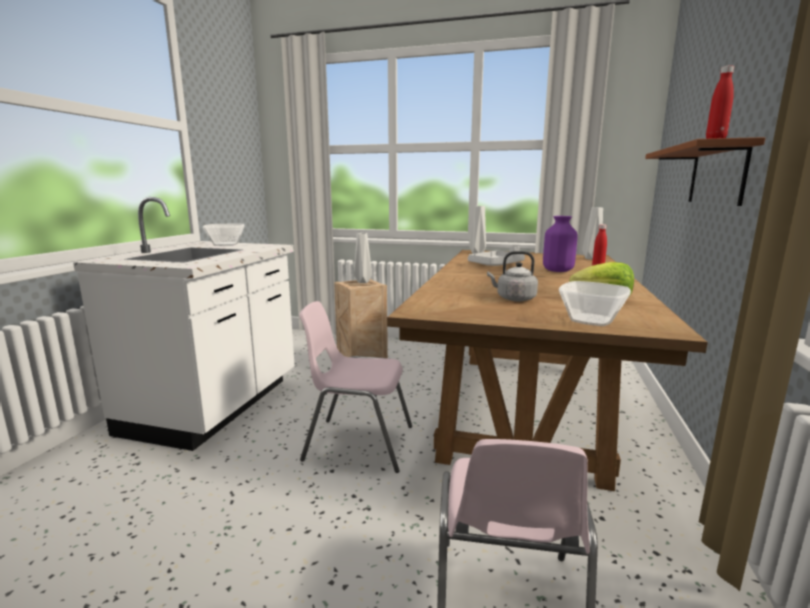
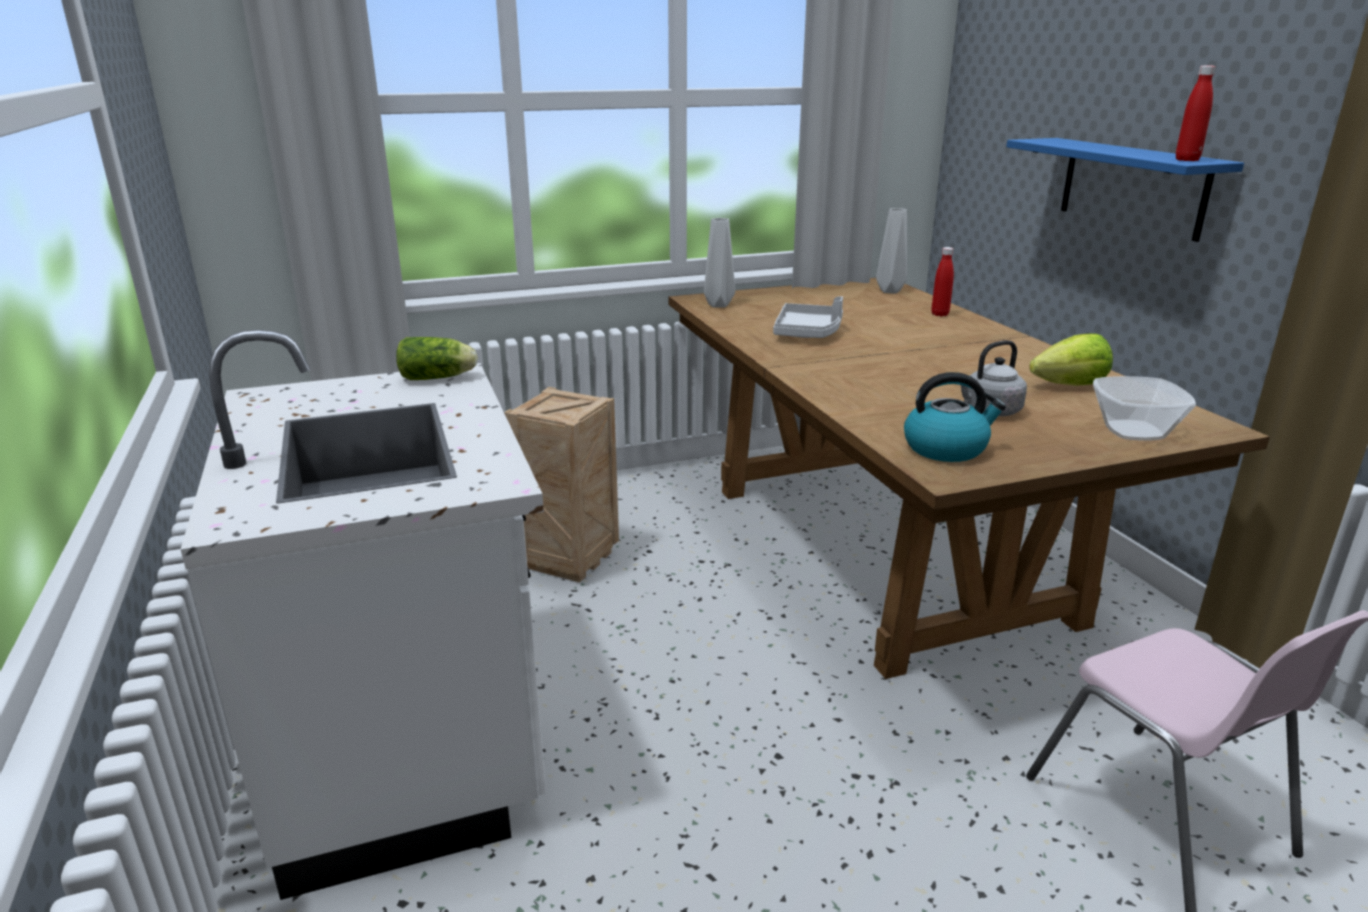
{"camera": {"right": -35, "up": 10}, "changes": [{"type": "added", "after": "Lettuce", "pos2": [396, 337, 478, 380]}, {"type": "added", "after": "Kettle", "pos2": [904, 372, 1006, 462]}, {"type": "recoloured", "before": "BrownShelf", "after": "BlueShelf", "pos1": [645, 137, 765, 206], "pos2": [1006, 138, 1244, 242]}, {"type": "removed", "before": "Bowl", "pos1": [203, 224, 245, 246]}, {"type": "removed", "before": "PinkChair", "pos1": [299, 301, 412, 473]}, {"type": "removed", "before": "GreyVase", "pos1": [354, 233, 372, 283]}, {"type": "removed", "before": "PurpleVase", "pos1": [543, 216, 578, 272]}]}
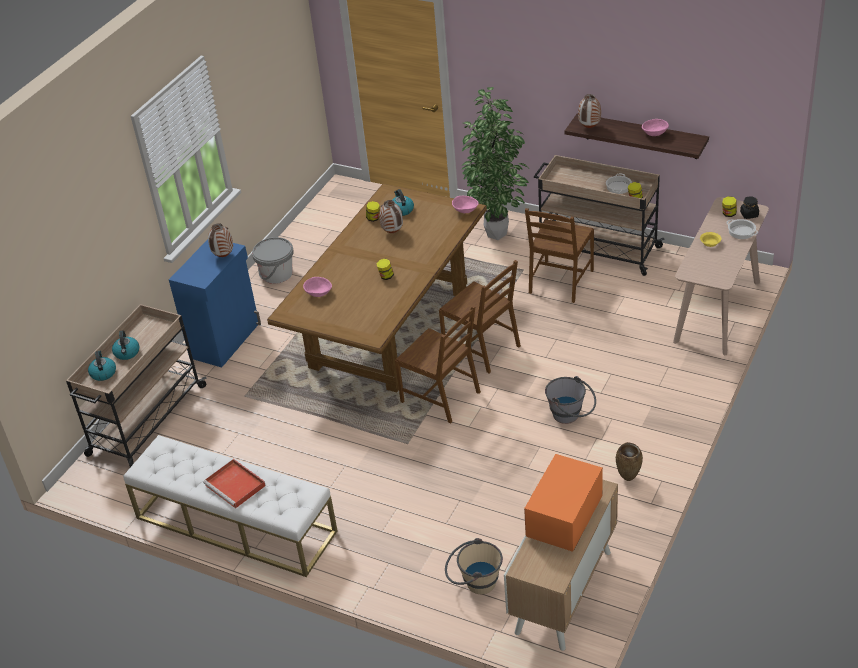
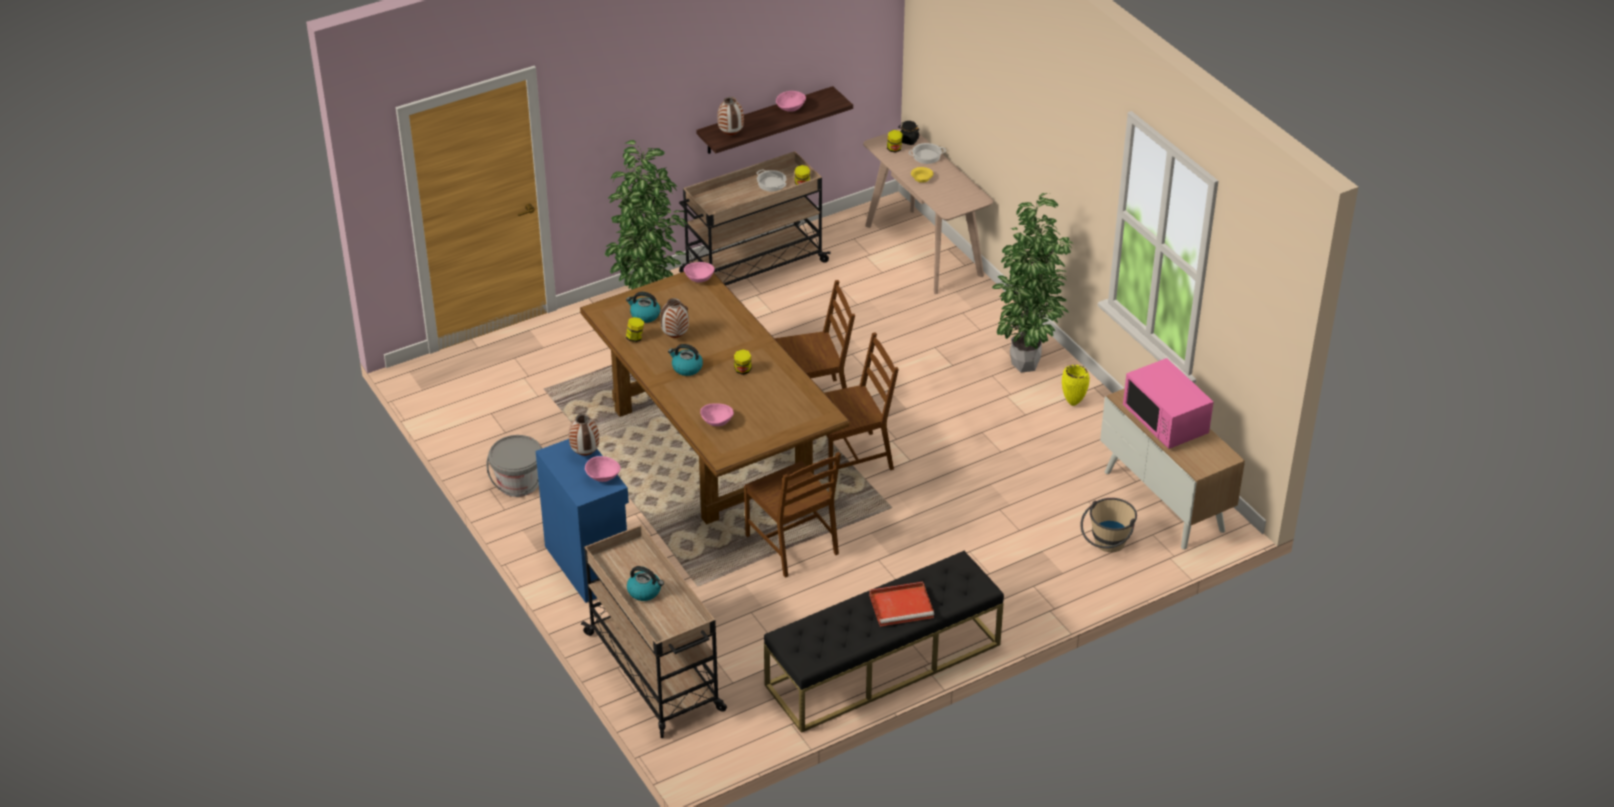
{"camera": {"right": -60, "up": 0}, "changes": [{"type": "added", "after": "PinkBowl", "pos2": [585, 456, 621, 482]}, {"type": "moved", "before": "Kettle", "pos1": [88, 351, 116, 381], "pos2": [668, 344, 703, 376]}, {"type": "moved", "before": "BrownChair", "pos1": [525, 208, 594, 303], "pos2": [744, 452, 841, 578]}, {"type": "recoloured", "before": "WhiteBench", "after": "BlackBench", "pos1": [123, 435, 337, 577], "pos2": [764, 551, 1004, 733]}, {"type": "added", "after": "PottedPlant", "pos2": [992, 193, 1073, 373]}, {"type": "recoloured", "before": "BrownVase", "after": "YellowVase", "pos1": [616, 442, 643, 481], "pos2": [1062, 365, 1090, 406]}, {"type": "recoloured", "before": "OrangeMicrowave", "after": "PinkMicrowave", "pos1": [524, 454, 603, 552], "pos2": [1123, 358, 1214, 449]}, {"type": "removed", "before": "GreyBucket", "pos1": [545, 376, 596, 424]}]}
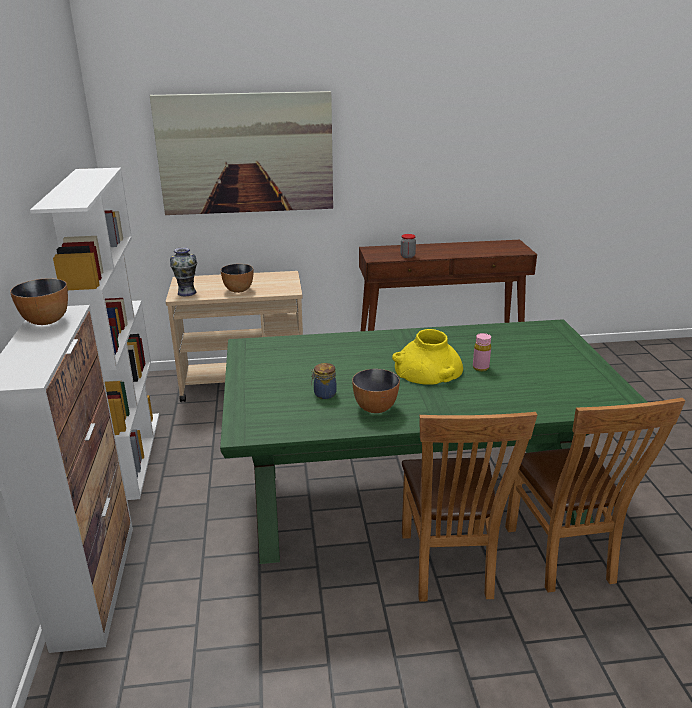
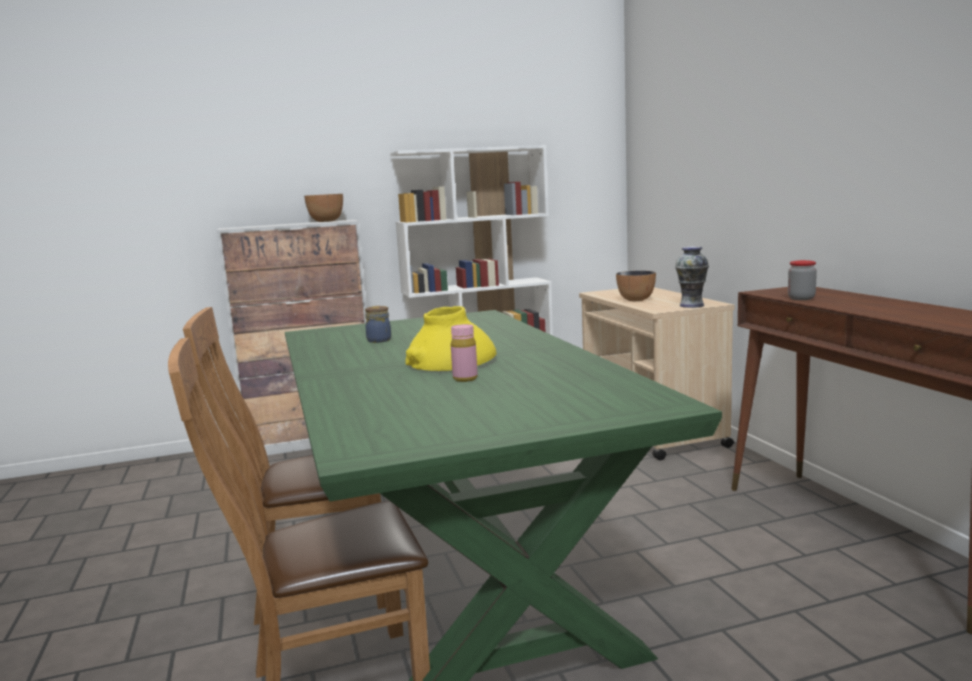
{"camera": {"right": 80, "up": -15}, "changes": [{"type": "moved", "before": "Vase", "pos1": [170, 247, 197, 296], "pos2": [675, 246, 709, 308]}, {"type": "removed", "before": "Picture", "pos1": [150, 91, 333, 215]}, {"type": "removed", "before": "Bowl", "pos1": [352, 369, 400, 413]}]}
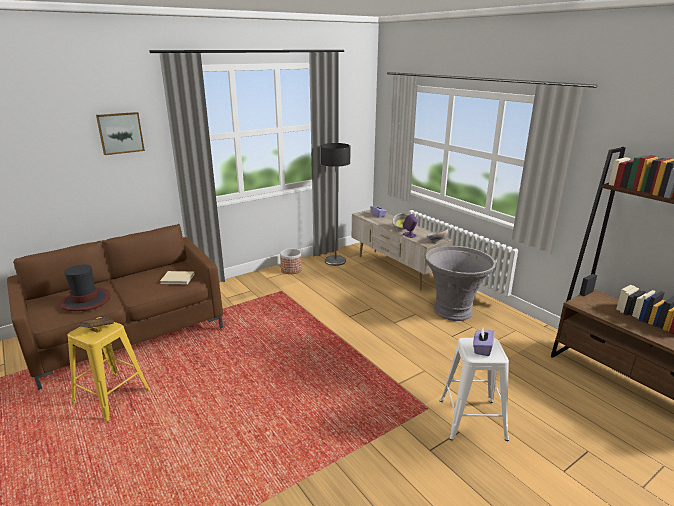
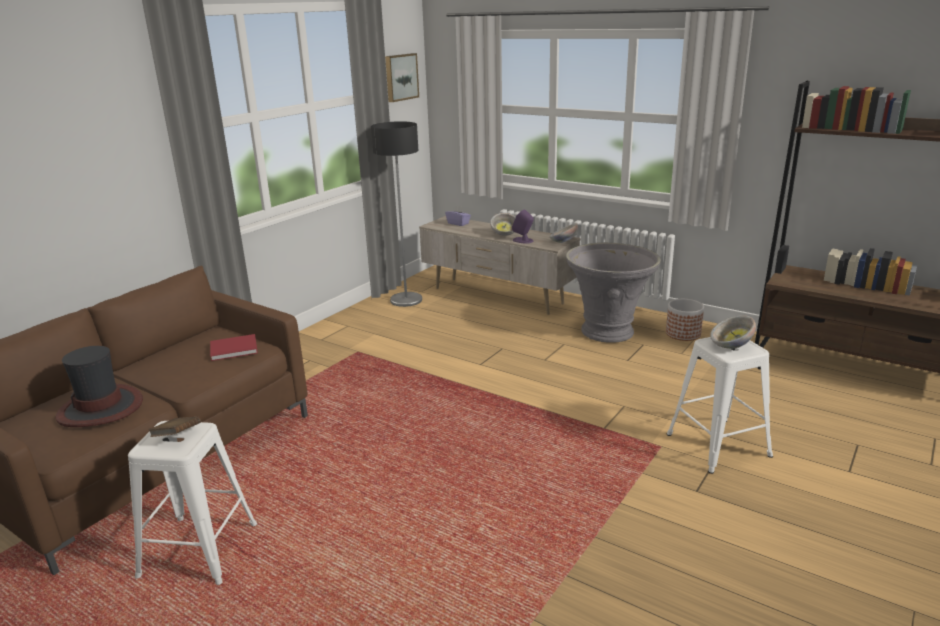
{"camera": {"right": -20, "up": 0}, "changes": [{"type": "recoloured", "before": "YellowStool", "after": "WhiteStool", "pos1": [68, 317, 150, 422], "pos2": [128, 421, 257, 585]}, {"type": "recoloured", "before": "BeigeBook", "after": "RedBook", "pos1": [160, 271, 195, 284], "pos2": [210, 334, 258, 361]}, {"type": "moved", "before": "Picture", "pos1": [96, 112, 145, 155], "pos2": [385, 53, 419, 102]}, {"type": "moved", "before": "Planter", "pos1": [280, 249, 302, 274], "pos2": [666, 299, 704, 341]}, {"type": "replaced", "before": "PurpleTissueBox", "after": "Bowl", "pos1": [473, 328, 495, 356], "pos2": [710, 315, 756, 349]}]}
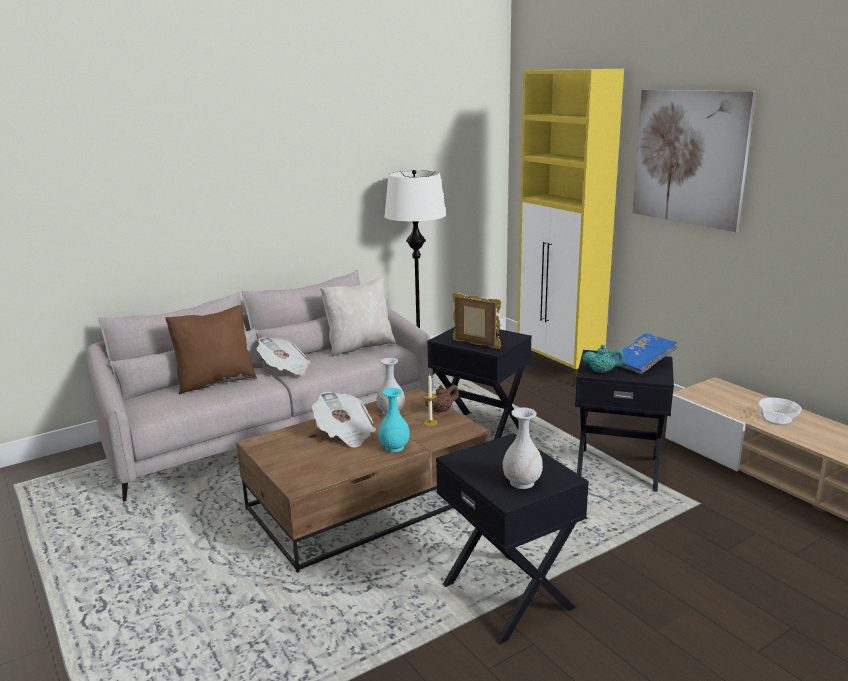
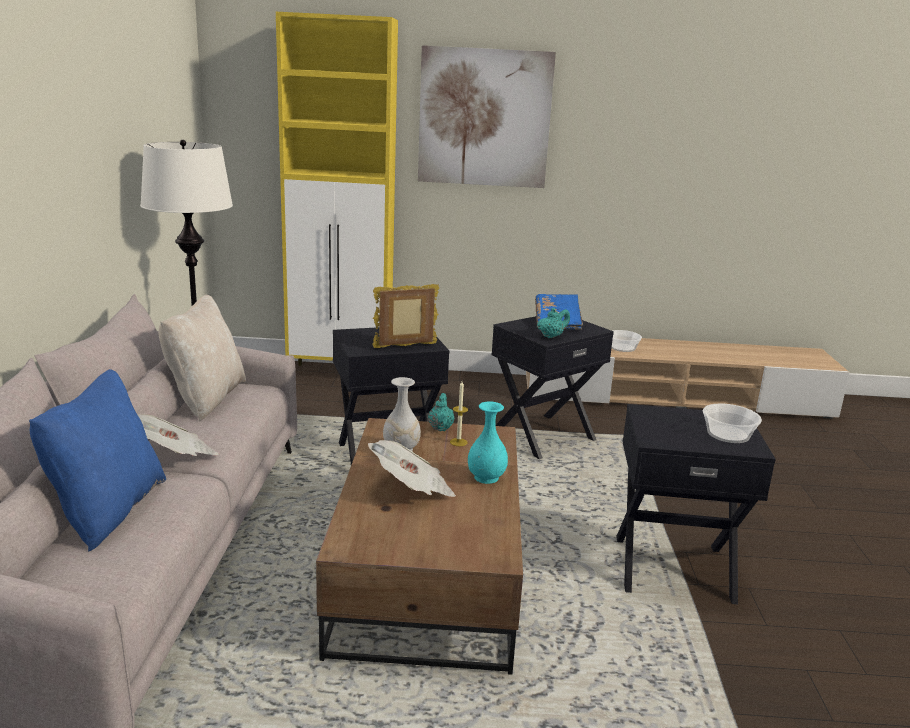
{"camera": {"right": -55, "up": 0}, "changes": [{"type": "recoloured", "before": "BrownPillow", "after": "BluePillow", "pos1": [165, 305, 257, 394], "pos2": [29, 369, 166, 552]}, {"type": "recoloured", "before": "BrownTeapot", "after": "TurquoiseTeapot", "pos1": [425, 385, 459, 413], "pos2": [428, 393, 455, 431]}, {"type": "replaced", "before": "WhiteVase", "after": "Bowl", "pos1": [503, 407, 543, 489], "pos2": [703, 403, 762, 443]}]}
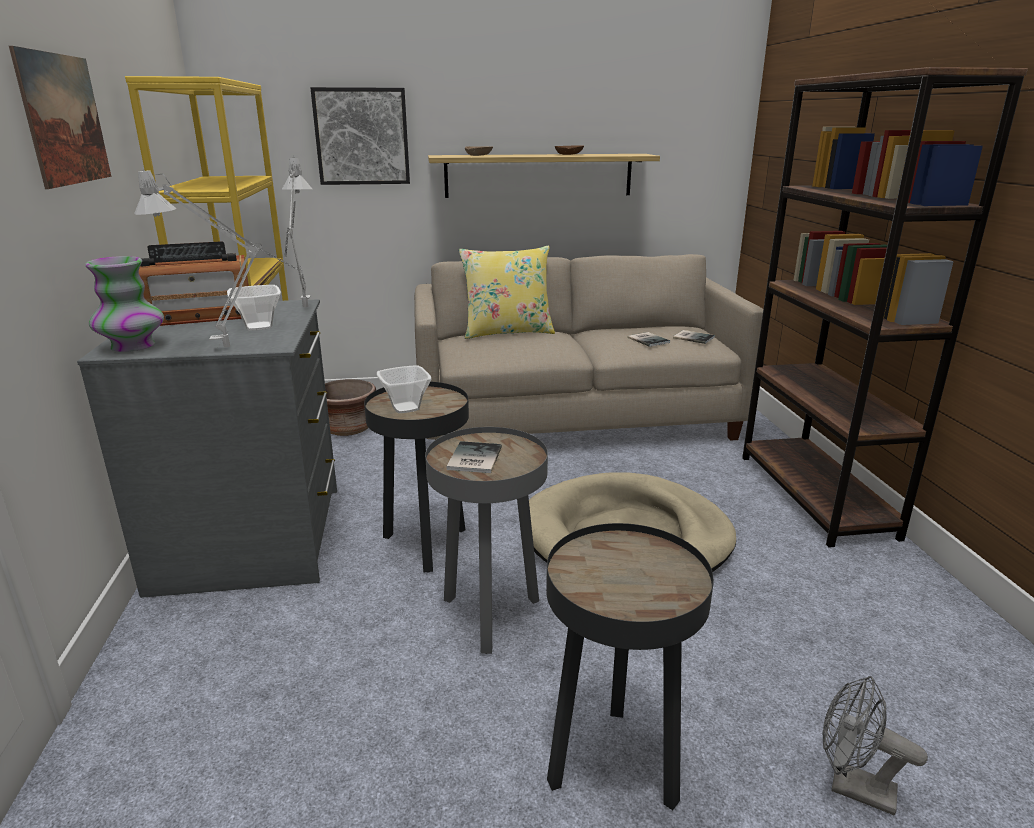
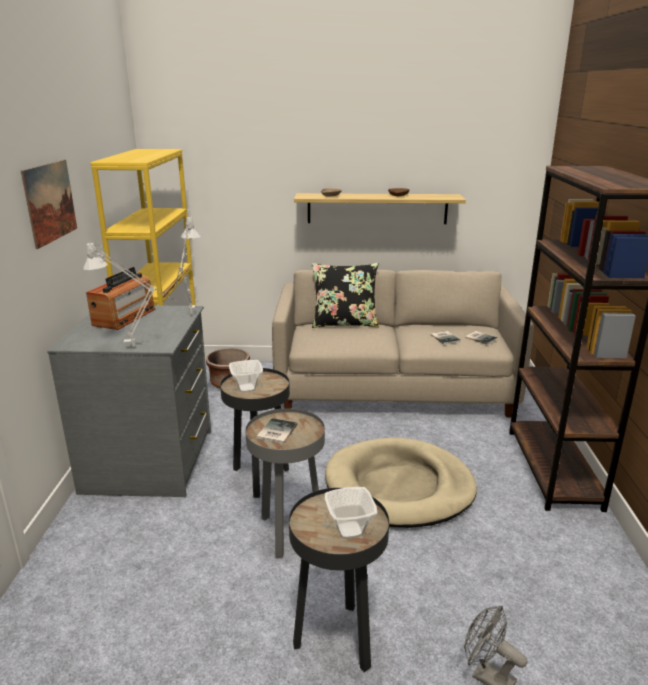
{"camera": {"right": 10, "up": 0}, "changes": [{"type": "turned", "before": "Radio", "pos1": [139, 241, 249, 326], "pos2": [86, 267, 155, 330], "turn": -60}, {"type": "recoloured", "before": "YellowPillow", "after": "BlackPillow", "pos1": [459, 246, 555, 339], "pos2": [312, 263, 379, 328]}, {"type": "moved", "before": "Bowl", "pos1": [227, 285, 281, 331], "pos2": [325, 487, 377, 539]}, {"type": "removed", "before": "Vase", "pos1": [85, 256, 164, 352]}, {"type": "removed", "before": "Picture", "pos1": [310, 87, 410, 185]}]}
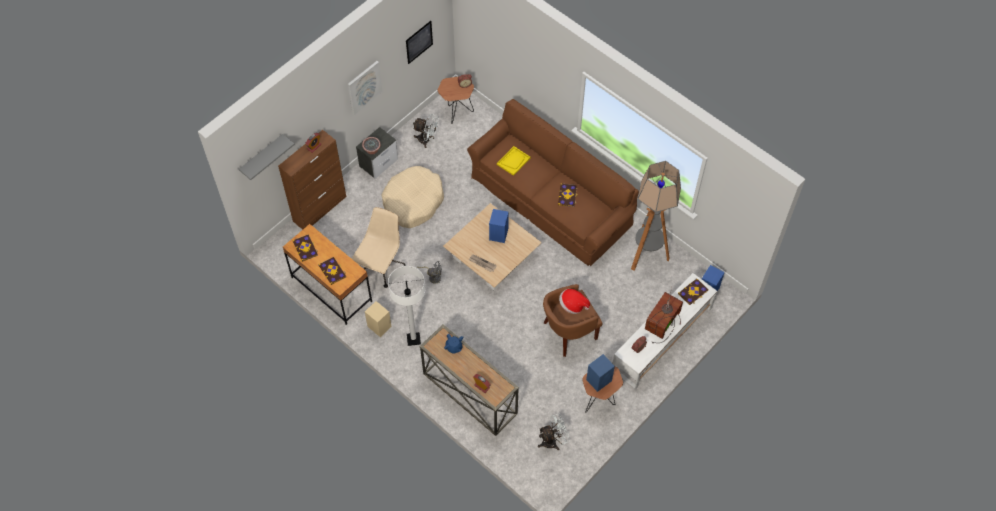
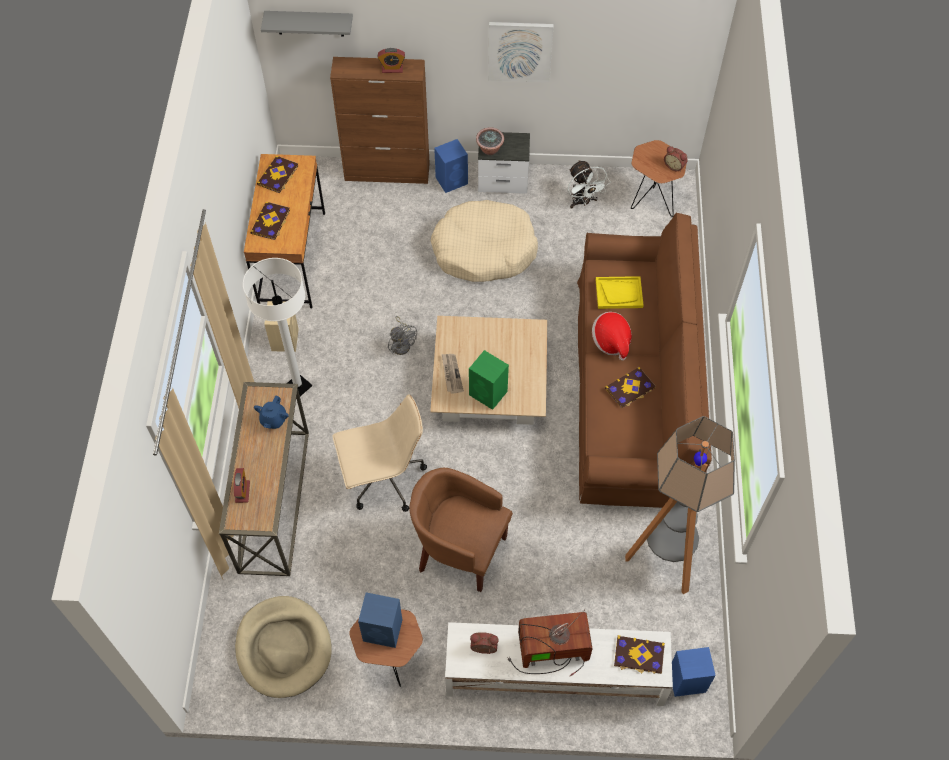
{"camera": {"right": 50, "up": 0}, "changes": [{"type": "replaced", "before": "WhiteFan", "after": "BeigeDogBed", "pos1": [538, 414, 570, 450], "pos2": [235, 596, 331, 698]}, {"type": "moved", "before": "BeigeOfficeChair", "pos1": [352, 207, 406, 288], "pos2": [333, 394, 427, 512]}, {"type": "moved", "before": "BlueSpeaker", "pos1": [489, 209, 509, 243], "pos2": [434, 139, 468, 193]}, {"type": "added", "after": "GreenSpeaker", "pos2": [469, 350, 509, 410]}, {"type": "moved", "before": "Hat", "pos1": [559, 289, 590, 314], "pos2": [592, 312, 632, 361]}, {"type": "removed", "before": "Picture", "pos1": [406, 21, 433, 64]}]}
